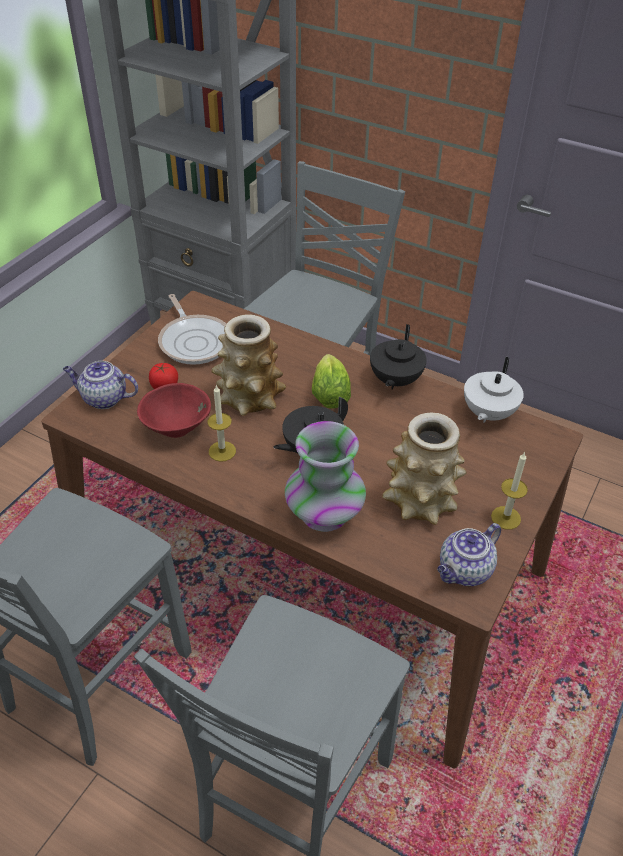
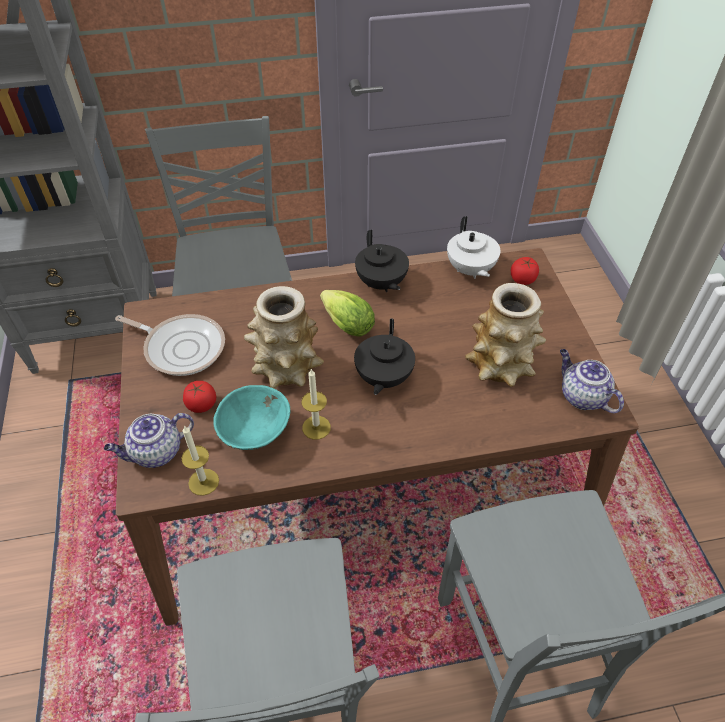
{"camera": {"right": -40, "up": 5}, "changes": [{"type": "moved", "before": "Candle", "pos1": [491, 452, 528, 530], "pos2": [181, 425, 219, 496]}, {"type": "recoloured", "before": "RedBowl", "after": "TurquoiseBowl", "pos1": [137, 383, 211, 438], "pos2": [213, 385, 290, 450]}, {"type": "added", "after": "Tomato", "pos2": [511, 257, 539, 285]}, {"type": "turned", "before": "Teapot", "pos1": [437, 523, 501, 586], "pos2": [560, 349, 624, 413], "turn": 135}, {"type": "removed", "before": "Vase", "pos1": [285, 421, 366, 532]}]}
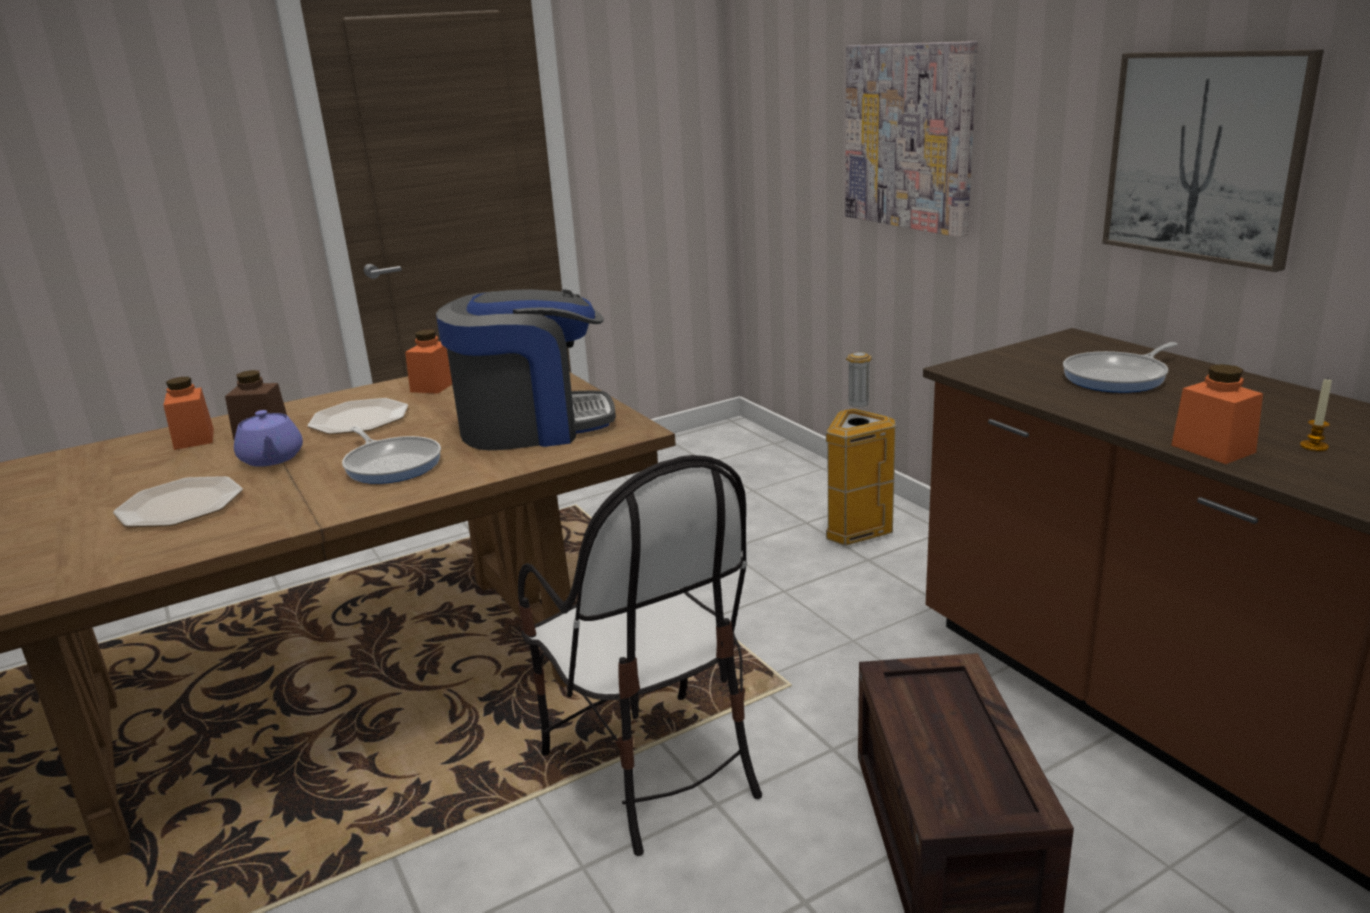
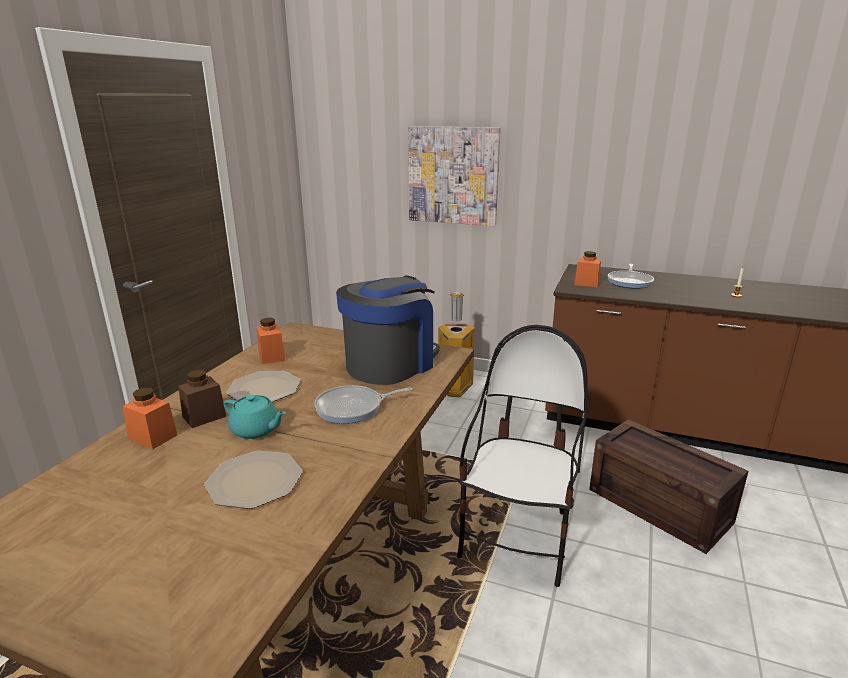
{"camera": {"right": -40, "up": 0}, "changes": [{"type": "recoloured", "before": "PurpleTeapot", "after": "TurquoiseTeapot", "pos1": [234, 410, 303, 467], "pos2": [223, 395, 286, 439]}, {"type": "turned", "before": "FryingPan", "pos1": [342, 426, 441, 484], "pos2": [314, 385, 412, 424], "turn": 150}, {"type": "turned", "before": "Chair", "pos1": [518, 455, 762, 856], "pos2": [457, 325, 588, 587], "turn": -90}, {"type": "moved", "before": "OrangeJar", "pos1": [1171, 364, 1263, 464], "pos2": [574, 251, 601, 287]}, {"type": "removed", "before": "Picture", "pos1": [1102, 49, 1324, 272]}]}
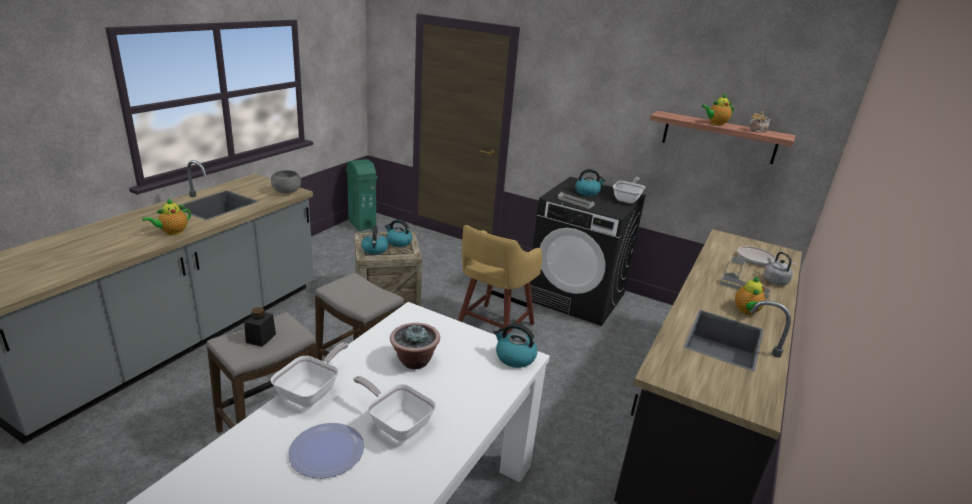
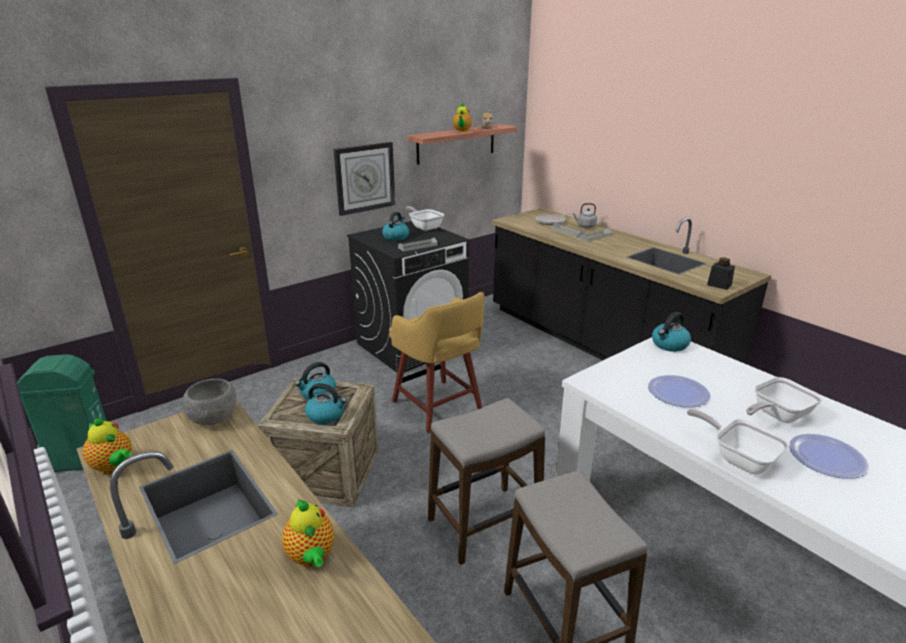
{"camera": {"right": -65, "up": 0}, "changes": [{"type": "moved", "before": "Teapot", "pos1": [735, 276, 765, 315], "pos2": [83, 417, 132, 474]}, {"type": "added", "after": "WallClock", "pos2": [333, 142, 395, 216]}, {"type": "replaced", "before": "PottedPlant", "after": "Plate", "pos1": [390, 323, 440, 369], "pos2": [648, 375, 710, 408]}, {"type": "moved", "before": "BlackJar", "pos1": [244, 307, 276, 347], "pos2": [707, 257, 735, 290]}]}
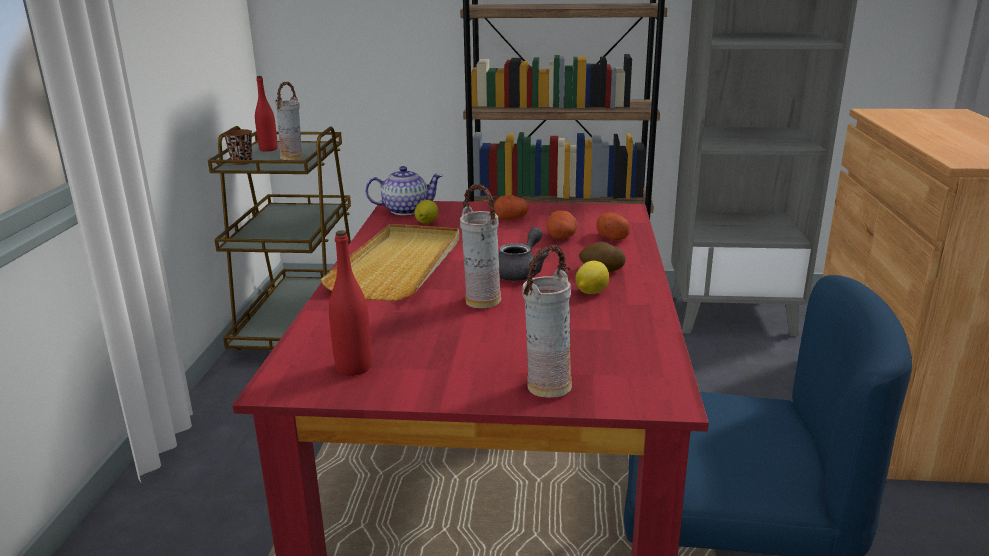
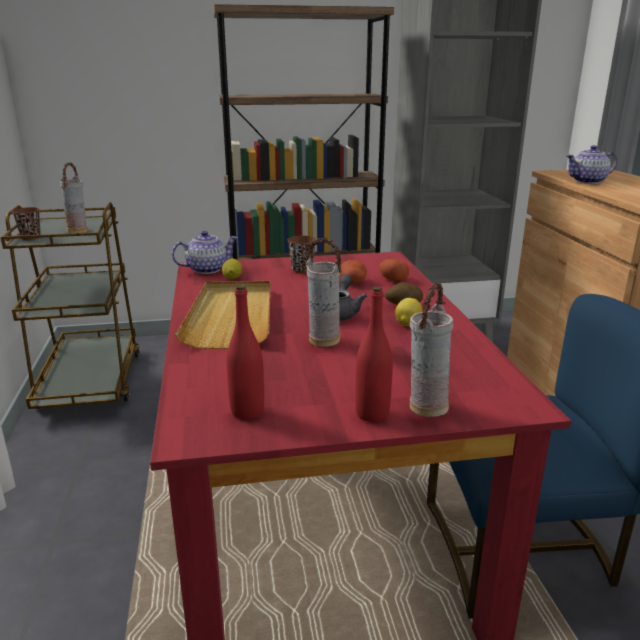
{"camera": {"right": -15, "up": 0}, "changes": [{"type": "replaced", "before": "Potato", "after": "BrownCup", "pos1": [494, 195, 529, 220], "pos2": [287, 236, 316, 273]}, {"type": "moved", "before": "RedBottle", "pos1": [255, 76, 278, 152], "pos2": [355, 286, 393, 422]}, {"type": "added", "after": "Teapot", "pos2": [566, 145, 617, 184]}]}
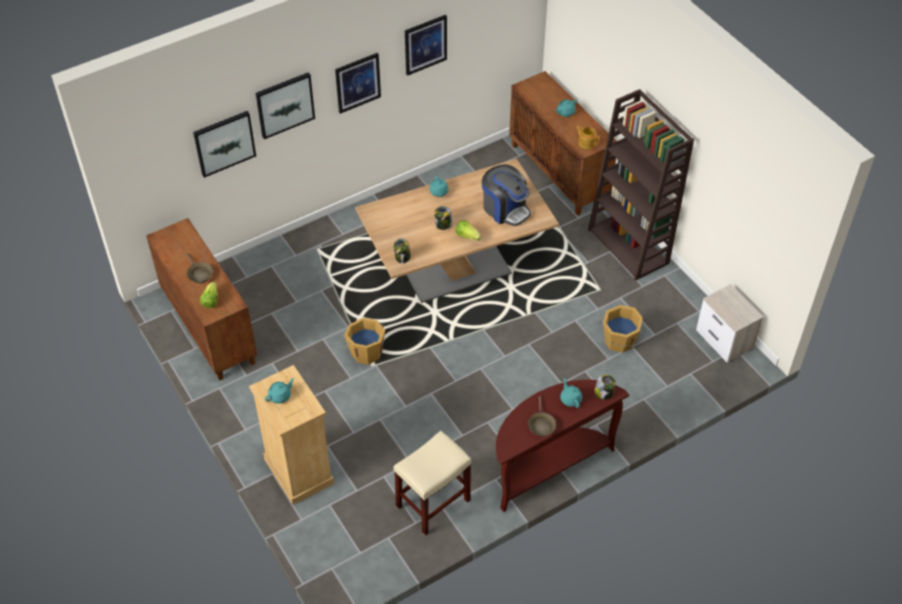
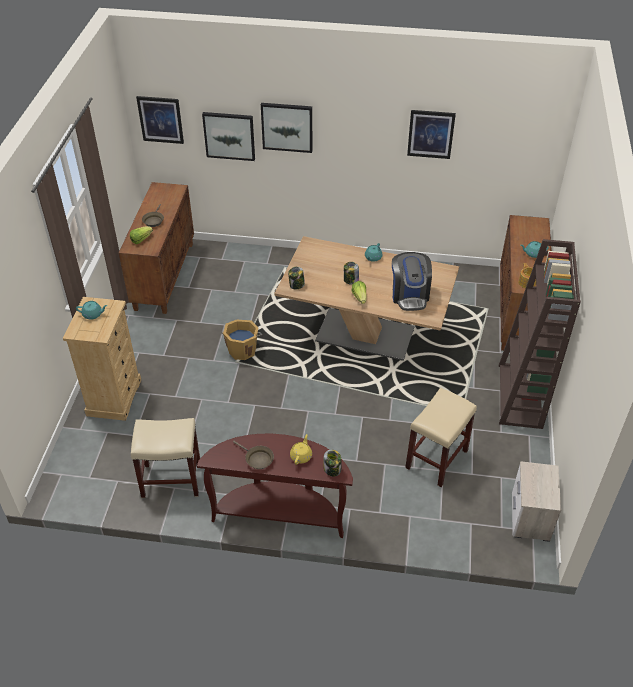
{"camera": {"right": 40, "up": -5}, "changes": [{"type": "moved", "before": "Picture", "pos1": [335, 53, 381, 114], "pos2": [136, 96, 184, 144]}, {"type": "turned", "before": "BrownFryingPan", "pos1": [528, 396, 557, 436], "pos2": [233, 441, 274, 469], "turn": -90}, {"type": "recoloured", "before": "TurquoiseTeapot", "after": "YellowTeapot", "pos1": [560, 378, 582, 408], "pos2": [290, 434, 312, 465]}, {"type": "replaced", "before": "OrangeBucket", "after": "BeigeStool", "pos1": [599, 305, 645, 352], "pos2": [405, 388, 477, 487]}]}
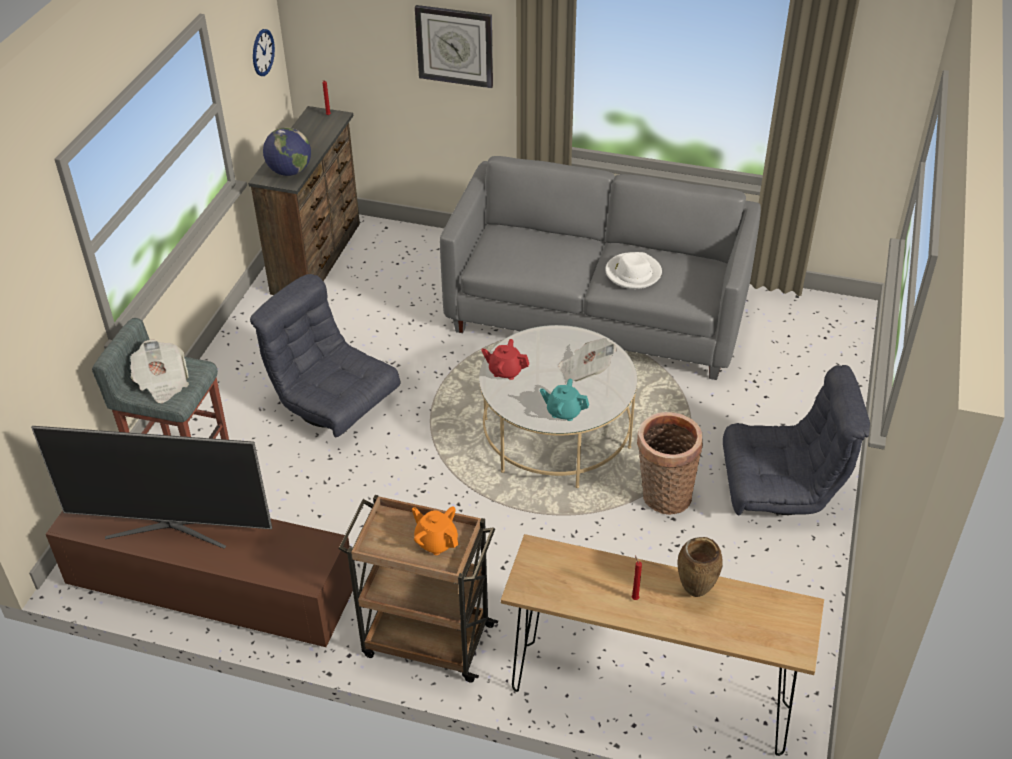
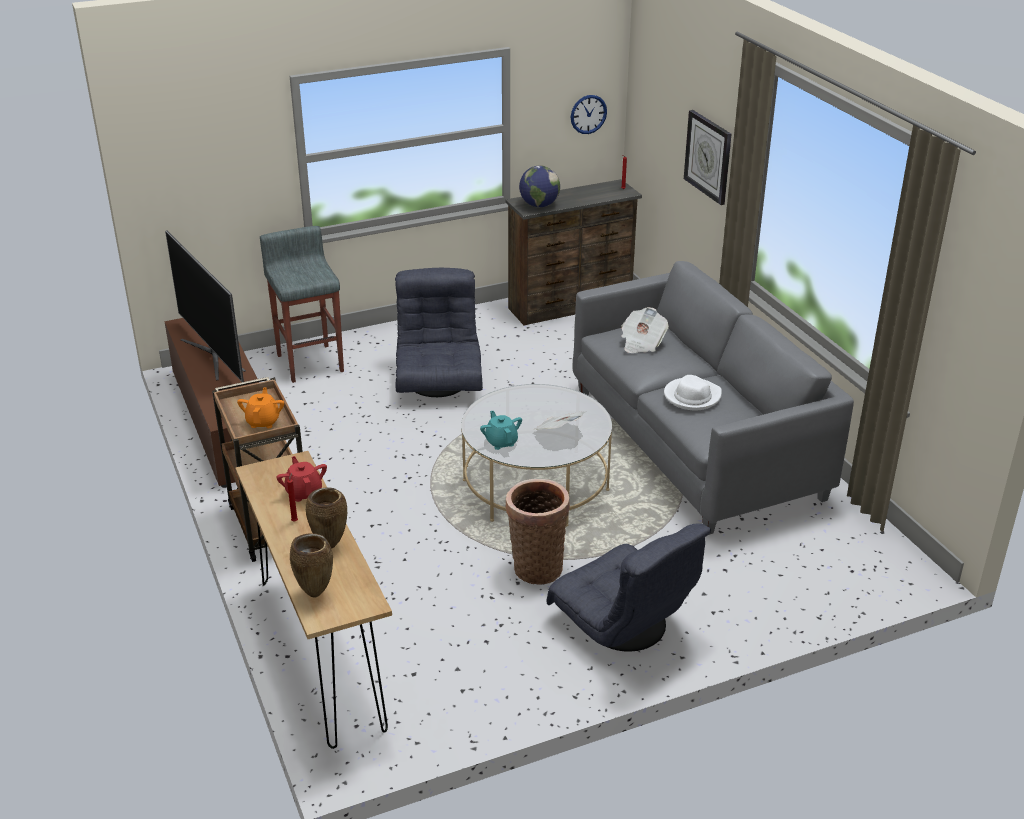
{"camera": {"right": 50, "up": -10}, "changes": [{"type": "moved", "before": "RedTeapot", "pos1": [481, 339, 529, 380], "pos2": [276, 456, 327, 502]}, {"type": "added", "after": "BrownVase", "pos2": [290, 533, 333, 597]}, {"type": "moved", "before": "Newspaper", "pos1": [130, 339, 189, 403], "pos2": [621, 307, 668, 353]}]}
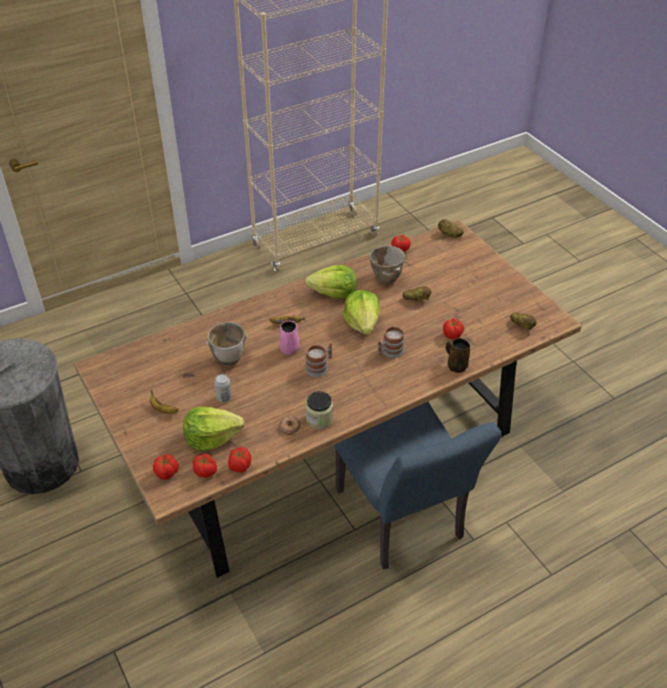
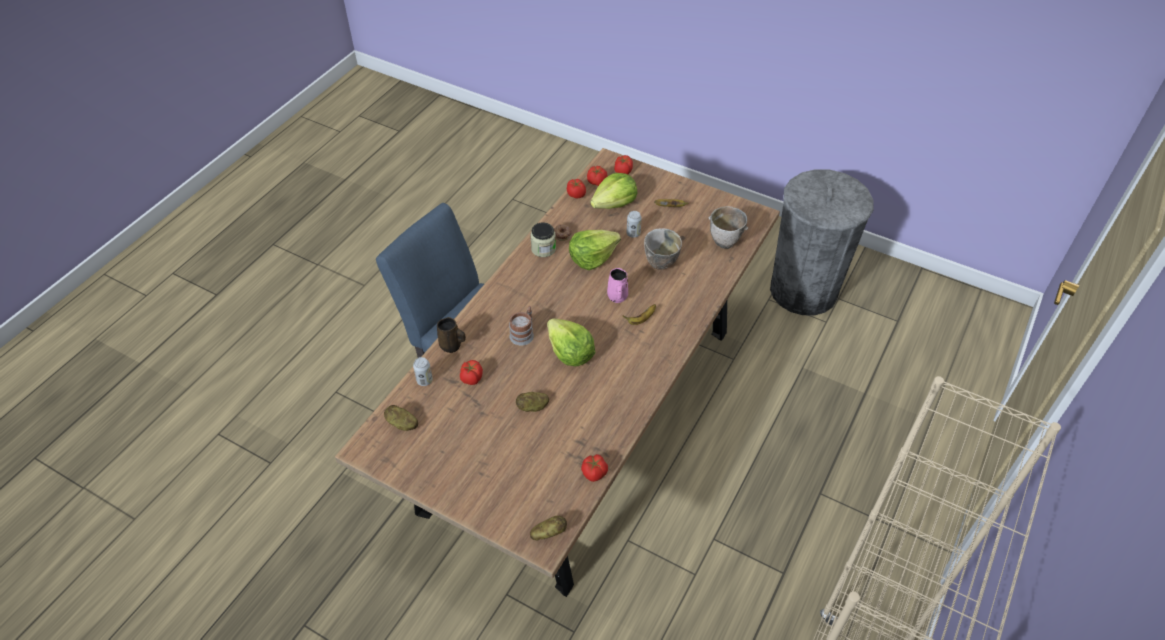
{"camera": {"right": 150, "up": 5}, "changes": [{"type": "added", "after": "Can", "pos2": [413, 357, 433, 386]}, {"type": "moved", "before": "Lettuce", "pos1": [305, 265, 357, 299], "pos2": [569, 230, 621, 270]}, {"type": "moved", "before": "Bowl", "pos1": [370, 246, 405, 284], "pos2": [708, 206, 748, 249]}, {"type": "removed", "before": "Mug", "pos1": [305, 342, 333, 377]}]}
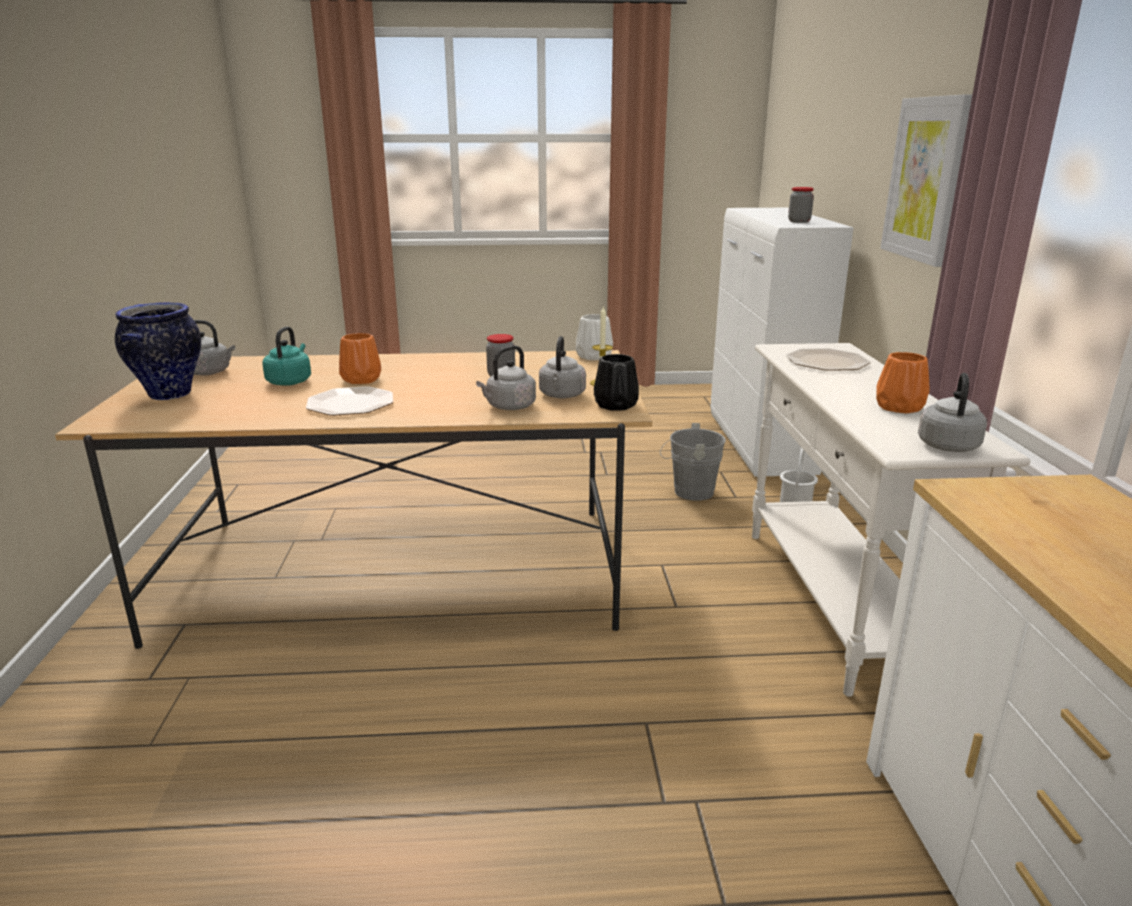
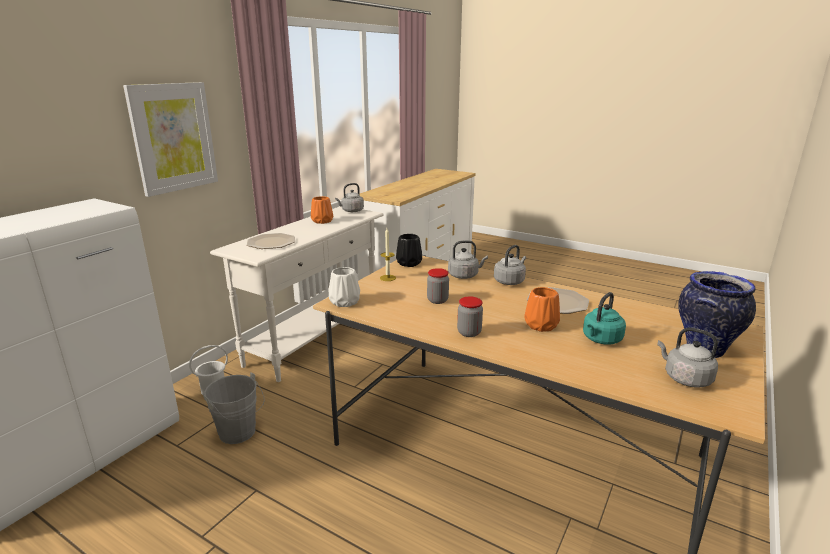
{"camera": {"right": -145, "up": 0}, "changes": [{"type": "moved", "before": "Jar", "pos1": [788, 187, 814, 223], "pos2": [457, 296, 483, 337]}, {"type": "moved", "before": "GreyKettle", "pos1": [539, 336, 586, 398], "pos2": [494, 245, 526, 285]}]}
